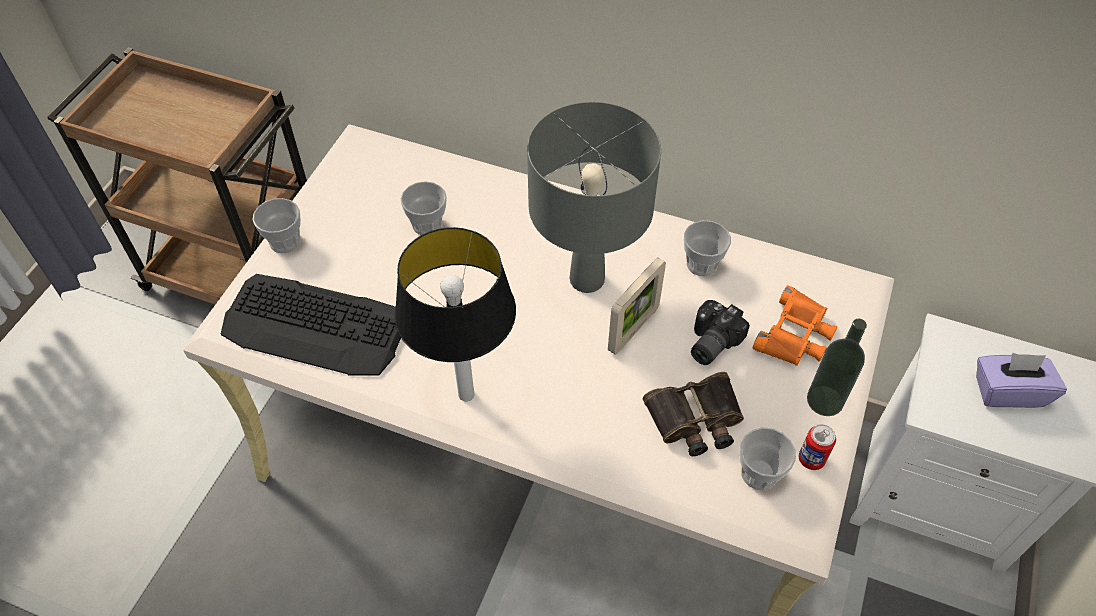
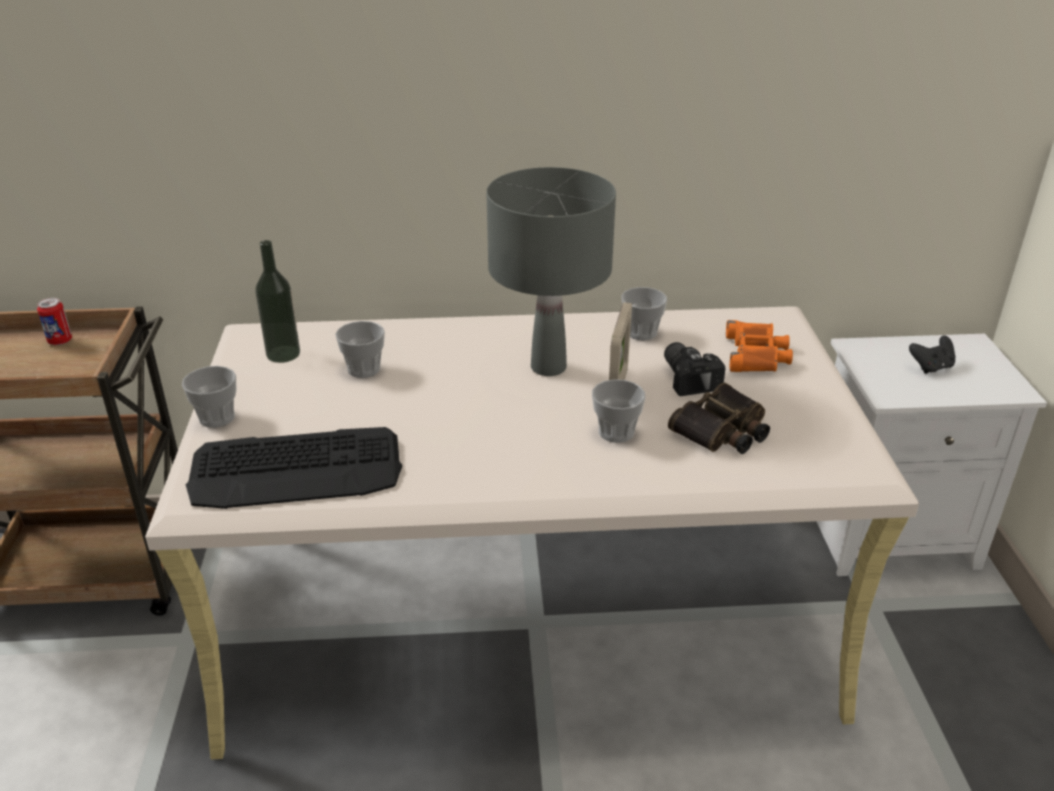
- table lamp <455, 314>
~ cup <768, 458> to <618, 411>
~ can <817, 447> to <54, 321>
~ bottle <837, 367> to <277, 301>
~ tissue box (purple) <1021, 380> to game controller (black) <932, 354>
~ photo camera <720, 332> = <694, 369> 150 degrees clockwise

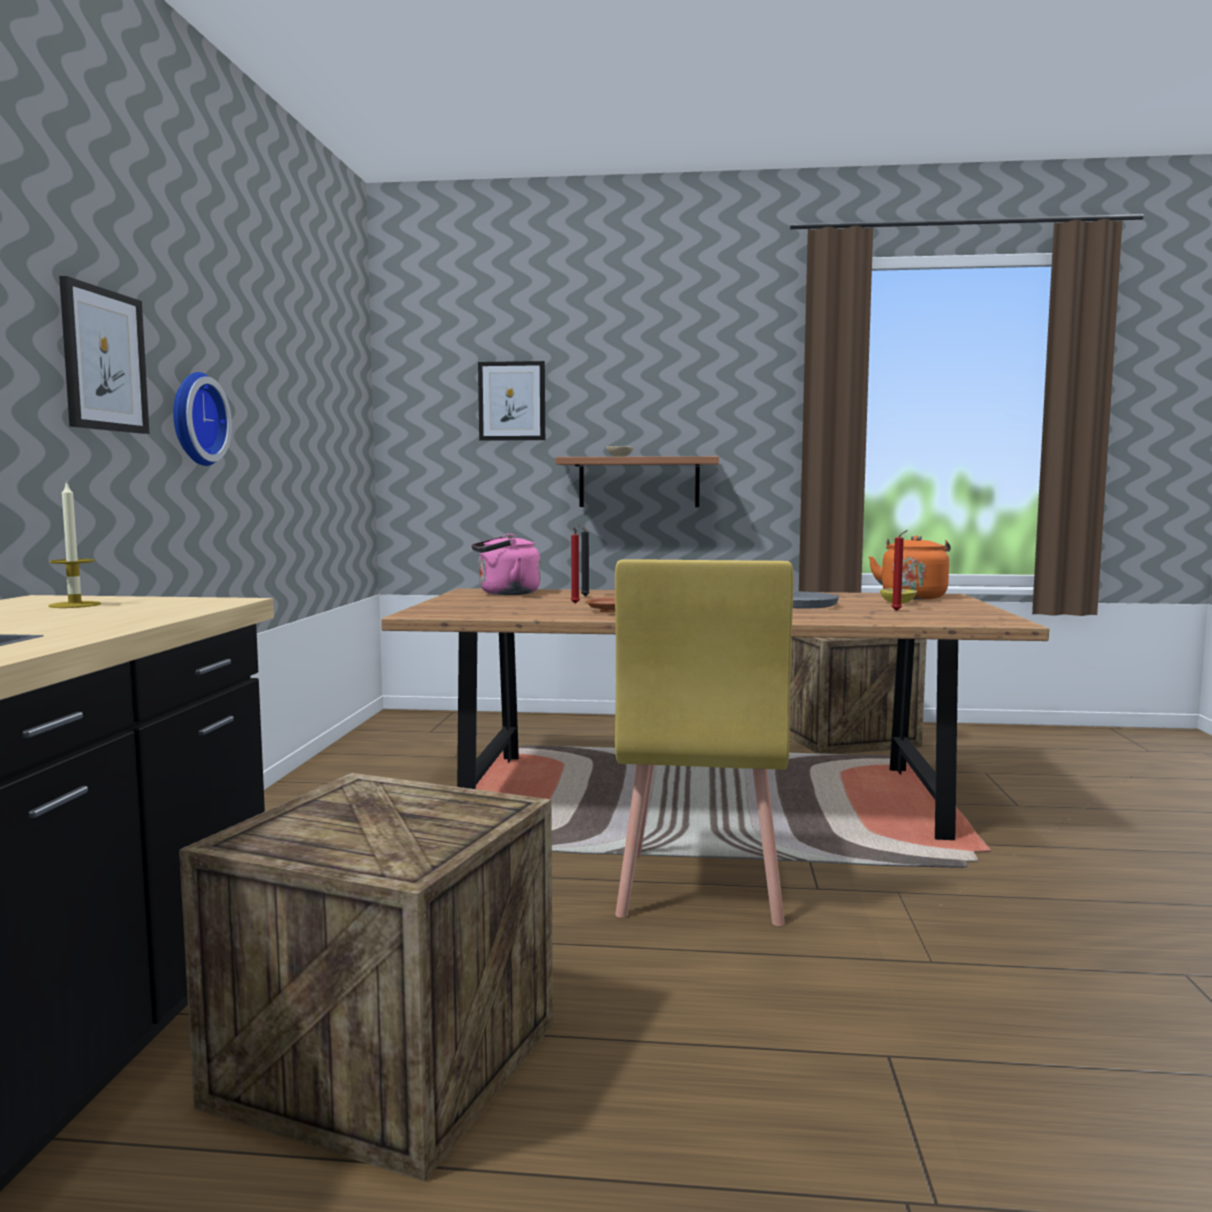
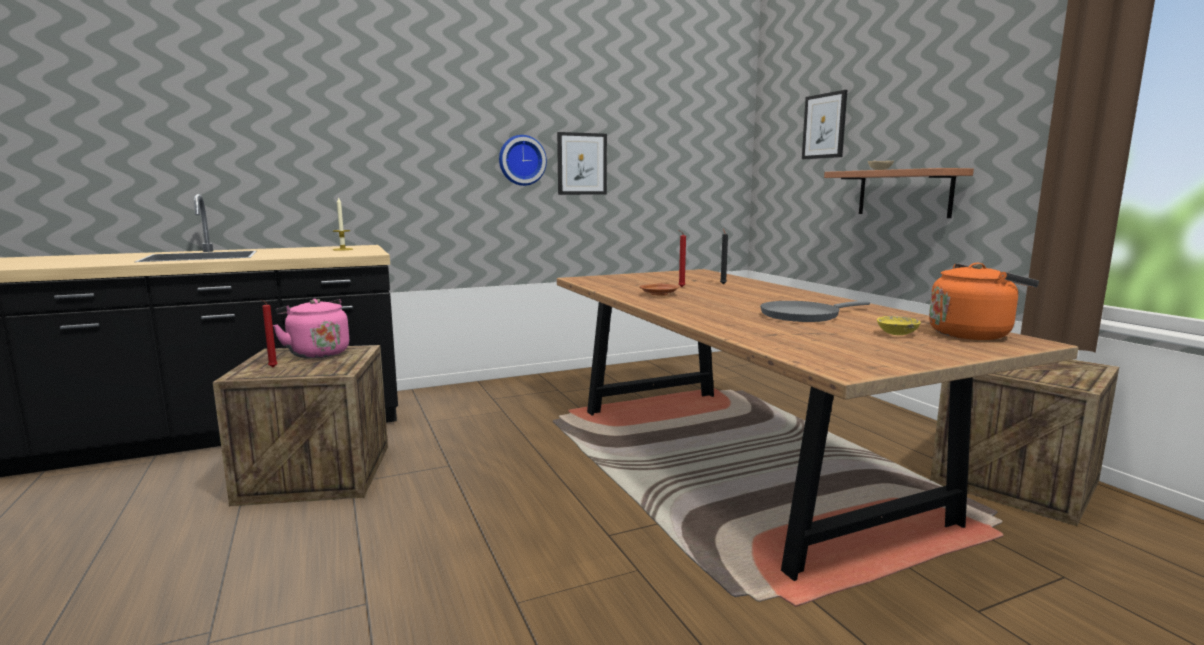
- chair (yellow) <704, 742>
~ picture <104, 355> to <582, 163>
~ kettle (pink) <506, 564> to <311, 328>
~ candle (red) <899, 570> to <269, 334>

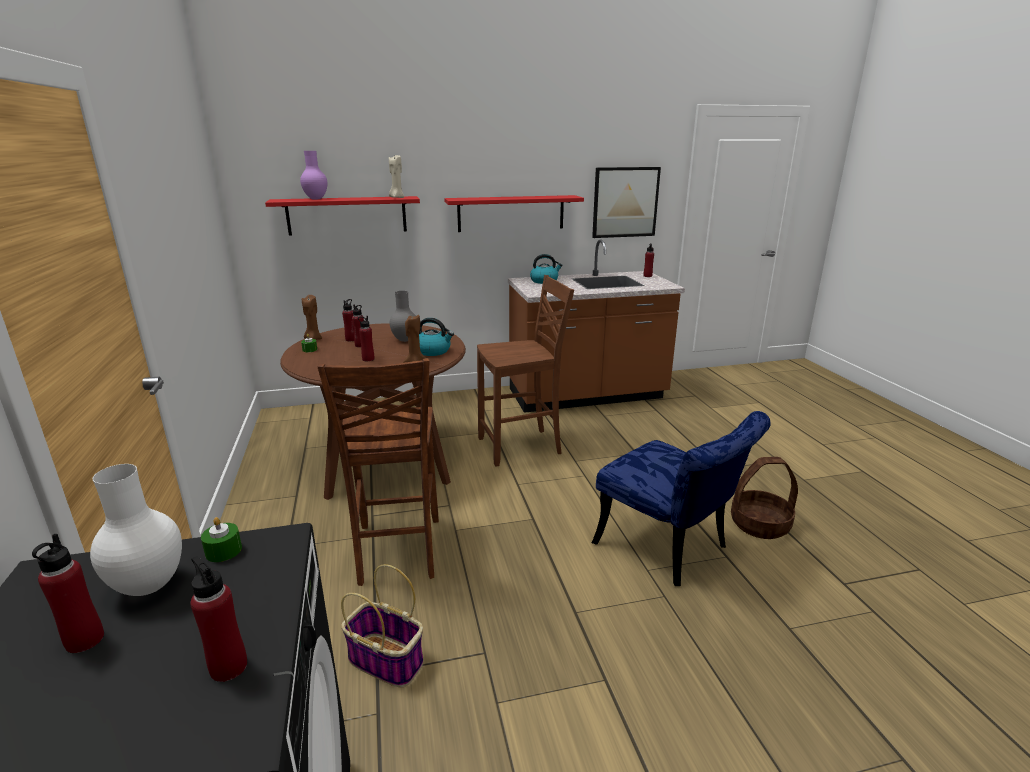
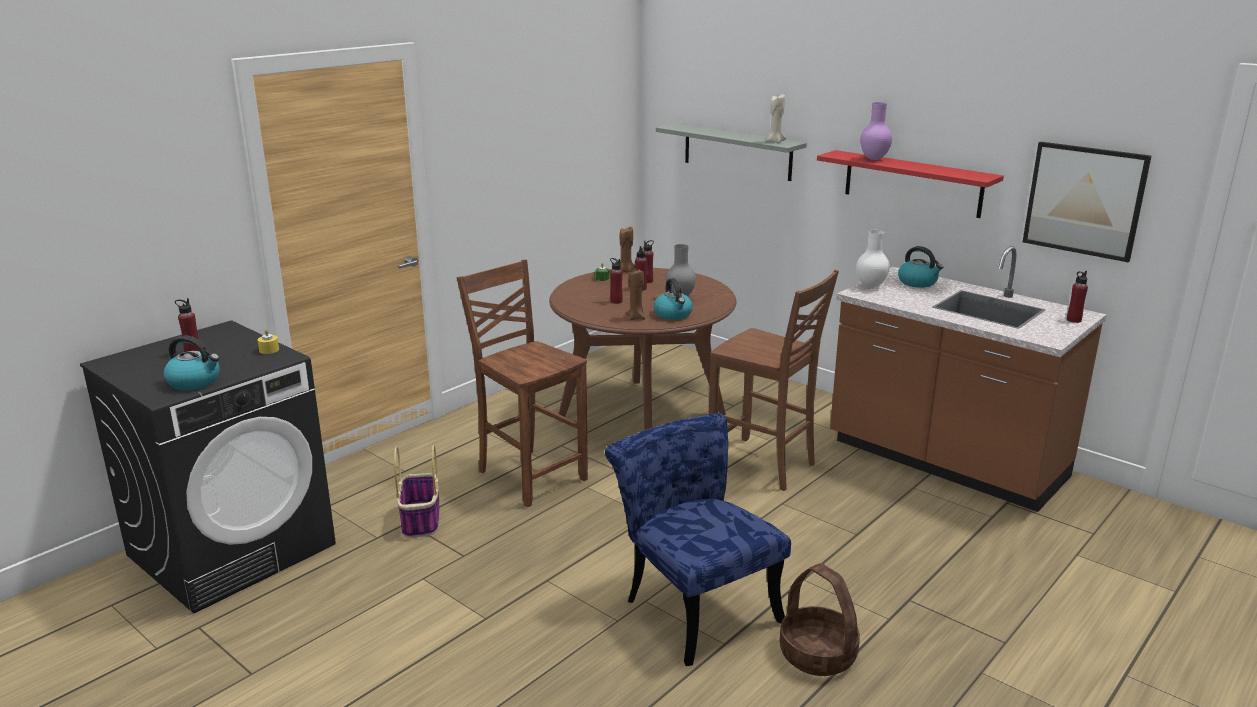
~ vase (white) <136, 530> to <873, 259>
~ vase (purple) <313, 175> to <876, 131>
~ bottle (red) <219, 619> to kettle <192, 362>
~ candle (green) <221, 539> to candle (yellow) <268, 341>
~ shelf (red) <342, 216> to shelf (grey) <731, 152>
~ chair (brown) <378, 472> = <522, 383> 90 degrees clockwise
~ chair (blue) <681, 498> = <698, 539> 135 degrees clockwise

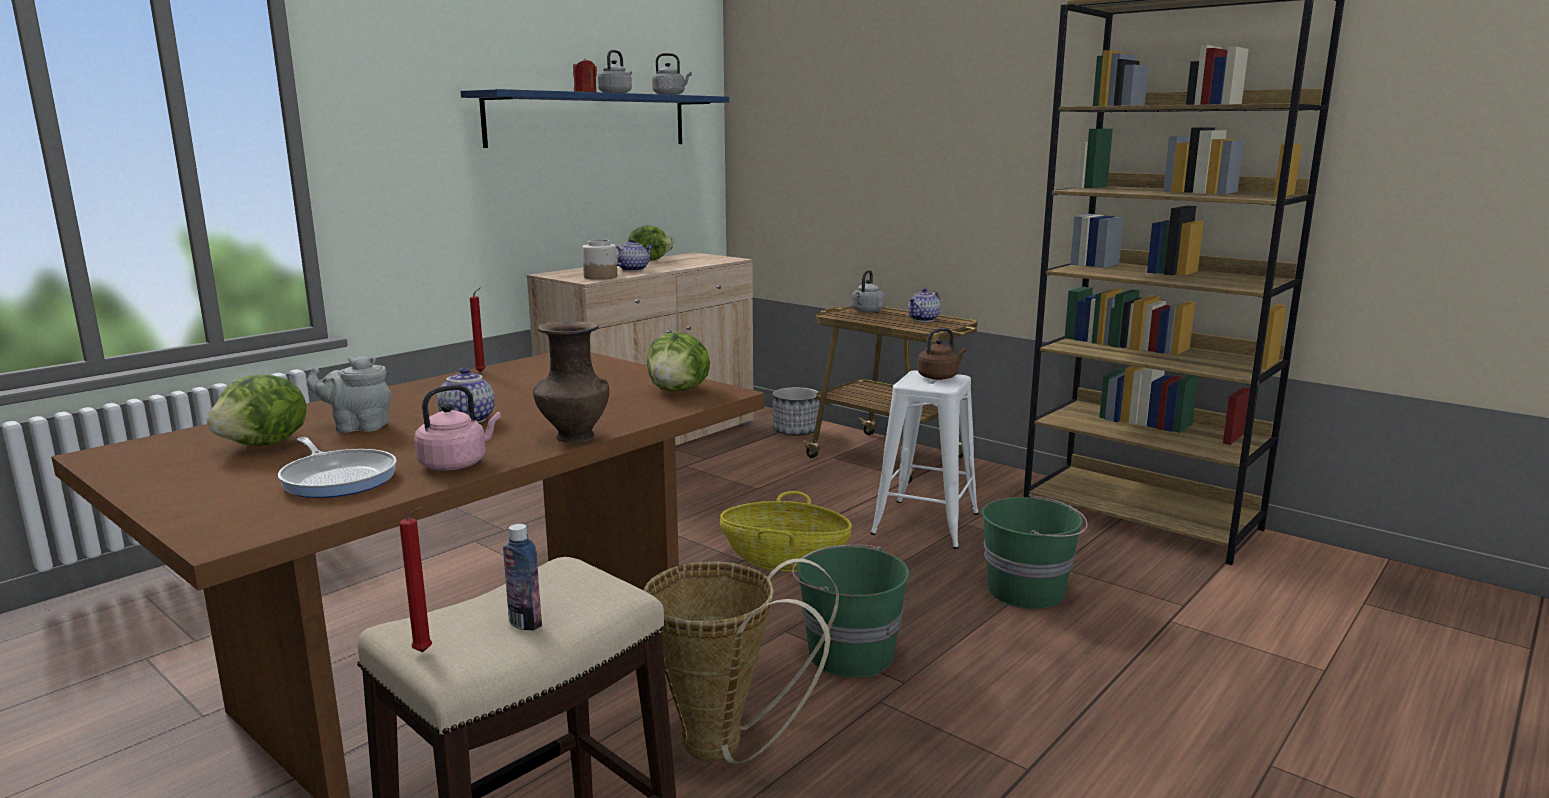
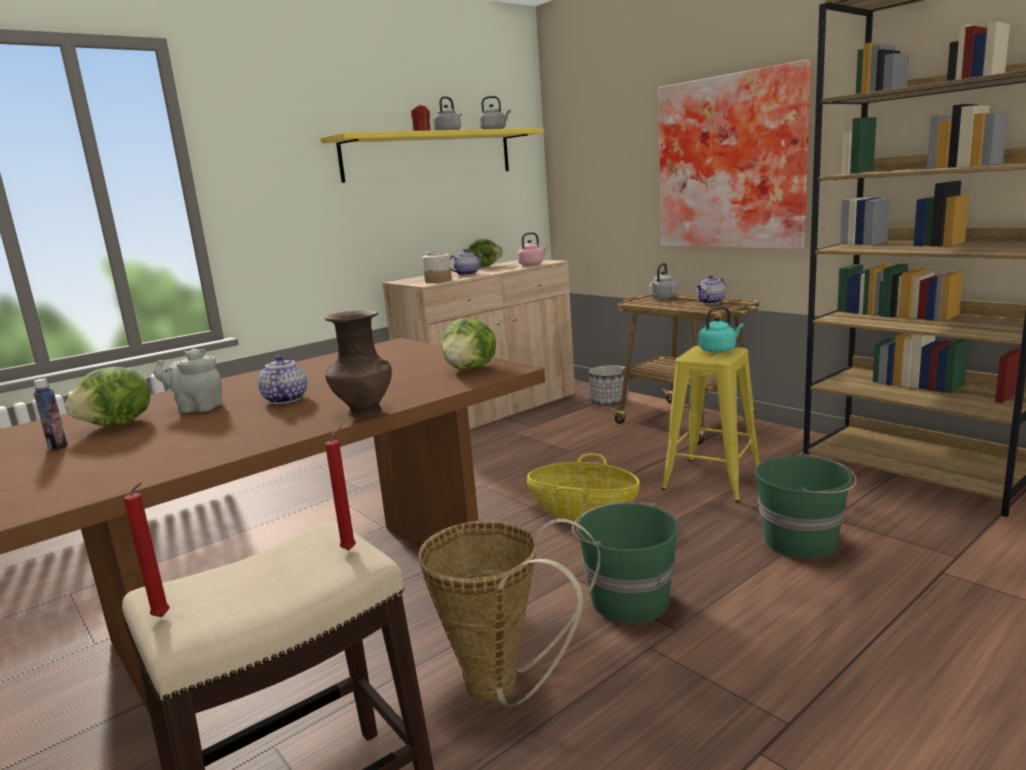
- frying pan <337, 467>
+ picture <734, 154>
~ kettle (pink) <457, 427> to <532, 249>
~ candle (red) <477, 329> to <340, 488>
~ bottle <522, 577> to <50, 414>
~ shelf (blue) <595, 118> to shelf (yellow) <432, 155>
~ stool (white) <924, 459> to stool (yellow) <710, 424>
~ kettle (brown) <942, 354> to kettle (turquoise) <721, 330>

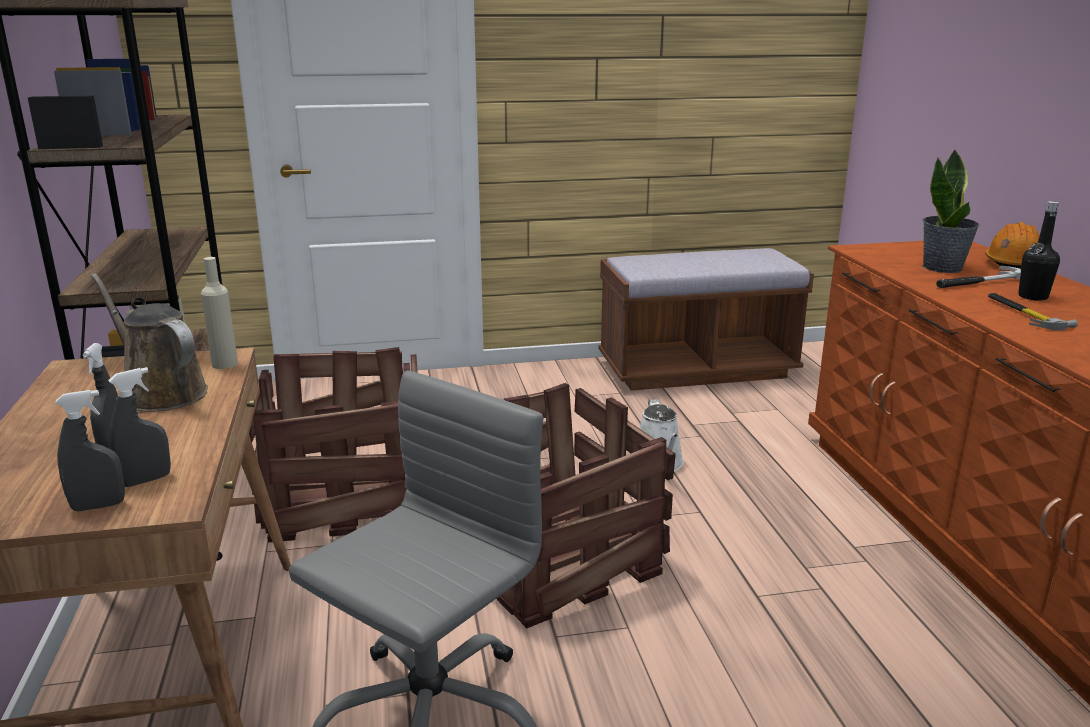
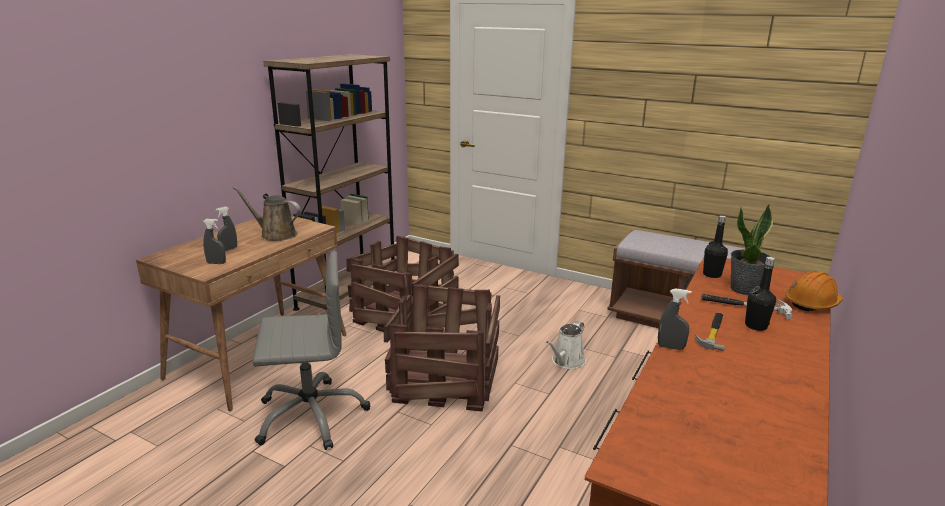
- bottle (beige) <219, 313>
+ bottle (black) <715, 246>
~ spray bottle (grey) <90, 450> to <675, 319>
~ watering can (brown) <149, 342> = <266, 213> 60 degrees counterclockwise

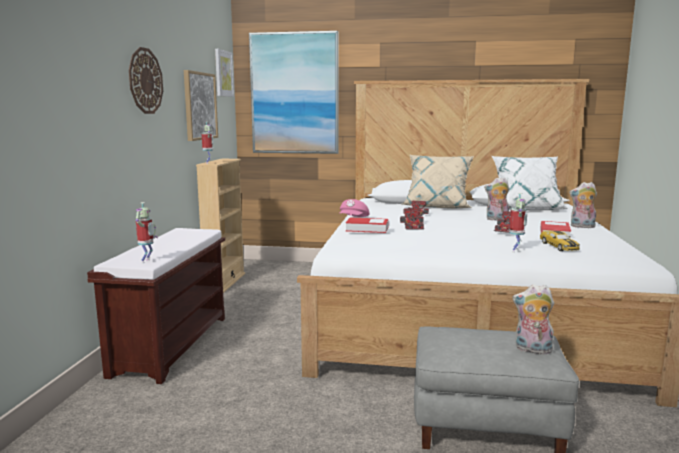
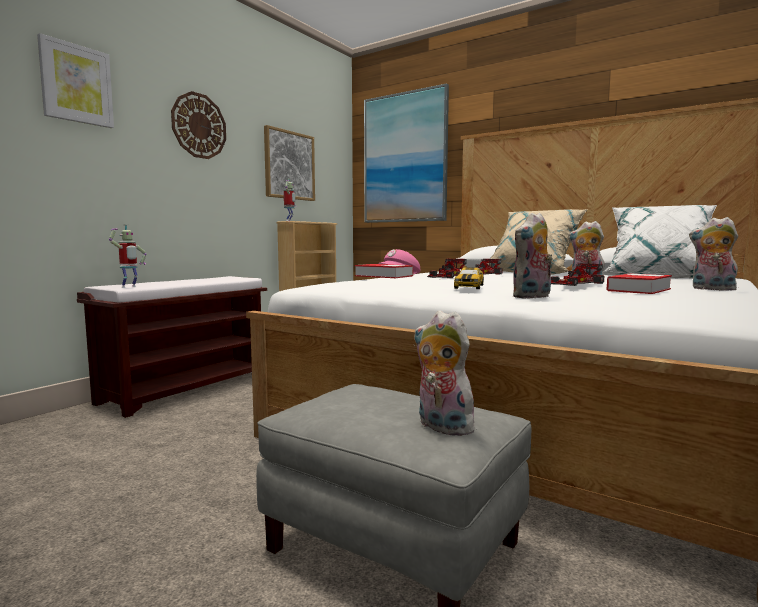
~ picture <224, 73> to <75, 80>
~ toy car <560, 240> to <469, 278>
~ toy robot <518, 223> to plush toy <533, 256>

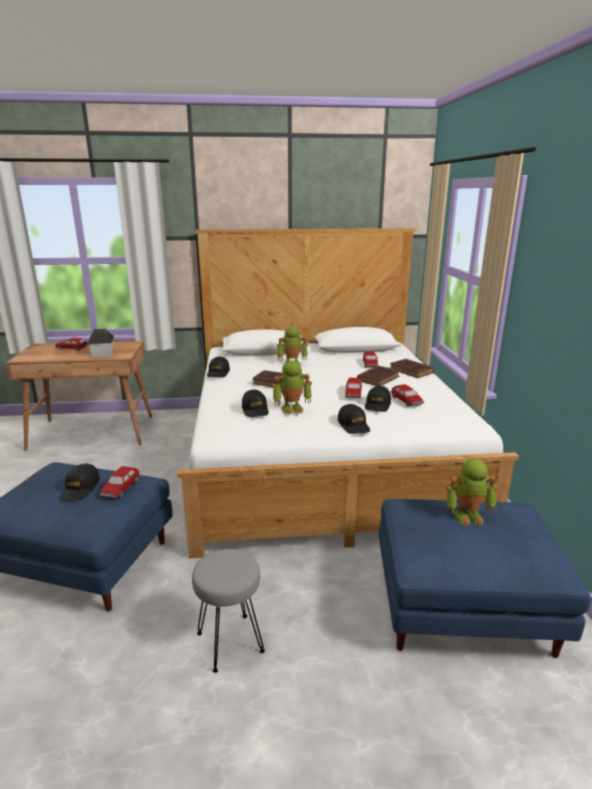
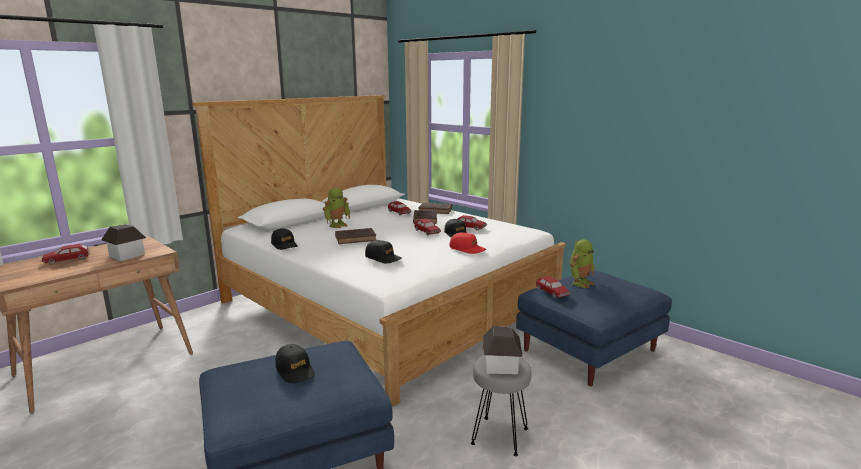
- toy robot <292, 387>
+ toy house <503, 350>
~ toy car <119, 482> to <553, 287>
~ cap (black) <354, 419> to cap (red) <467, 243>

